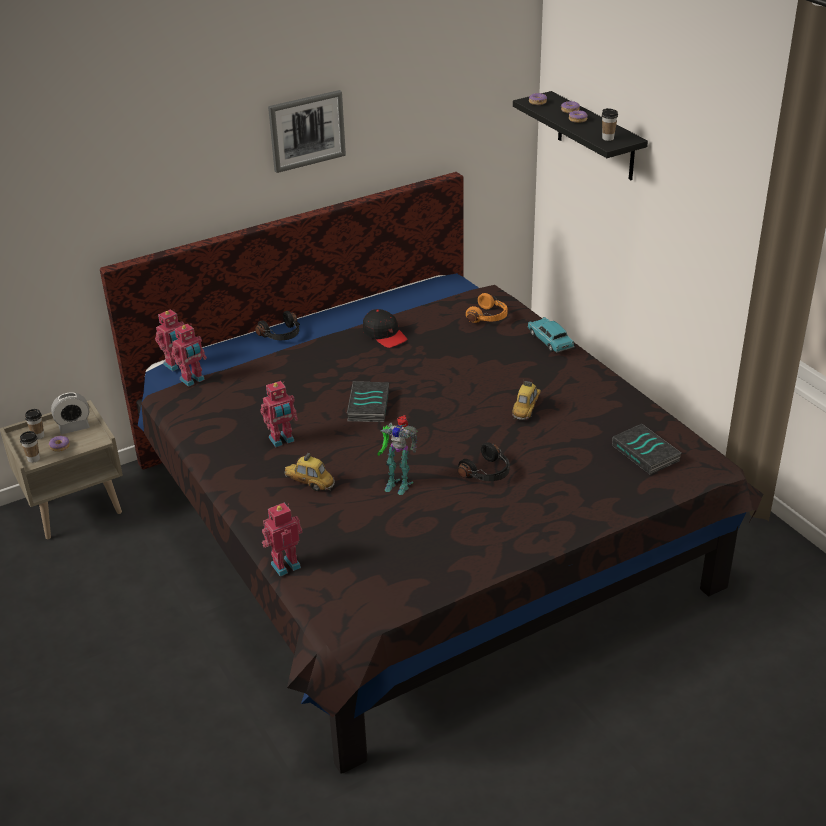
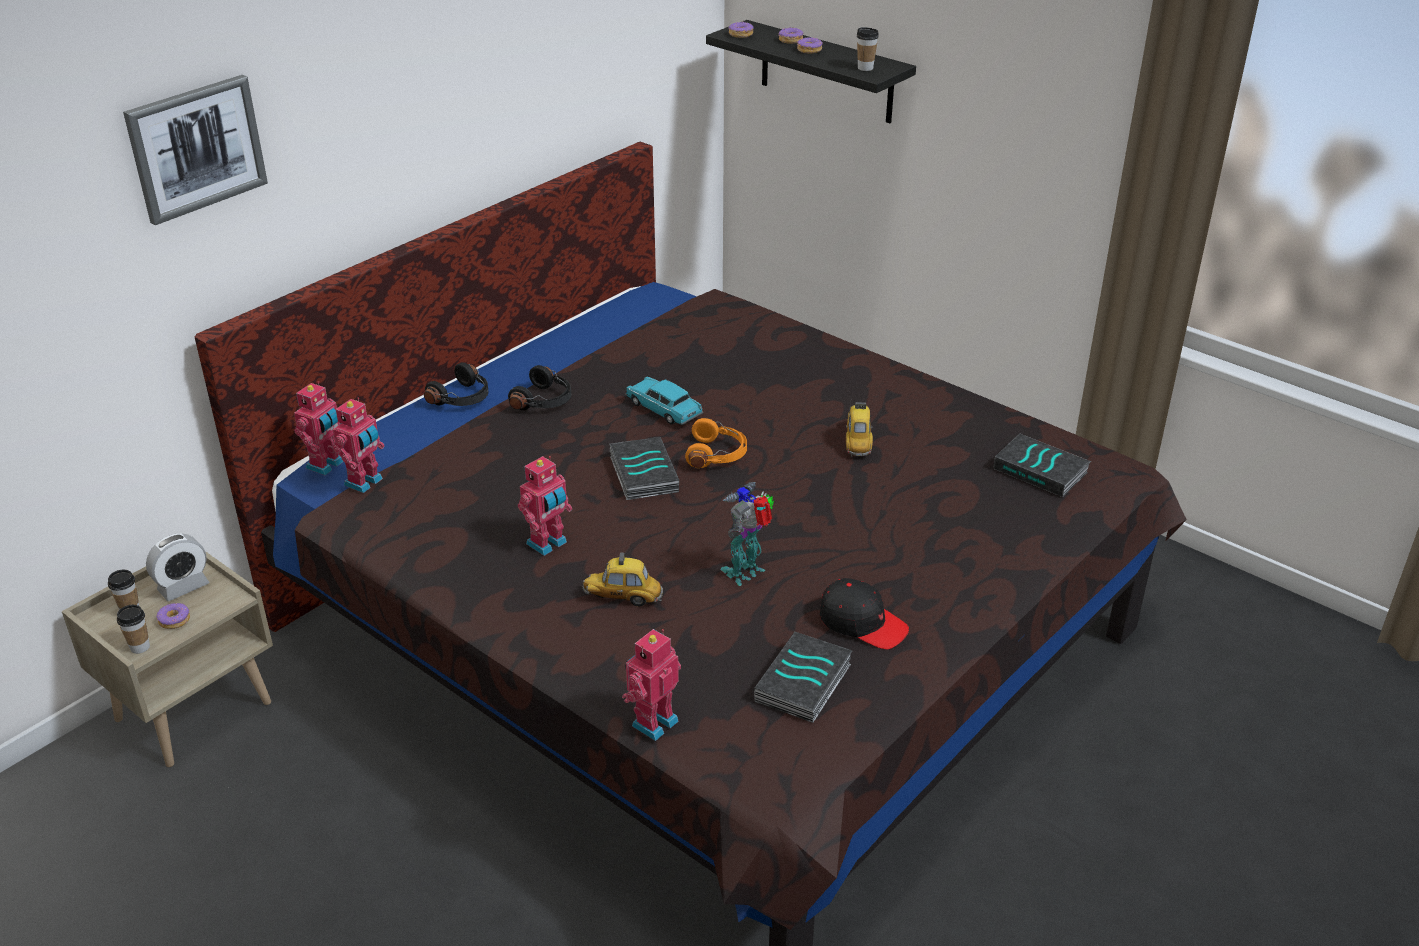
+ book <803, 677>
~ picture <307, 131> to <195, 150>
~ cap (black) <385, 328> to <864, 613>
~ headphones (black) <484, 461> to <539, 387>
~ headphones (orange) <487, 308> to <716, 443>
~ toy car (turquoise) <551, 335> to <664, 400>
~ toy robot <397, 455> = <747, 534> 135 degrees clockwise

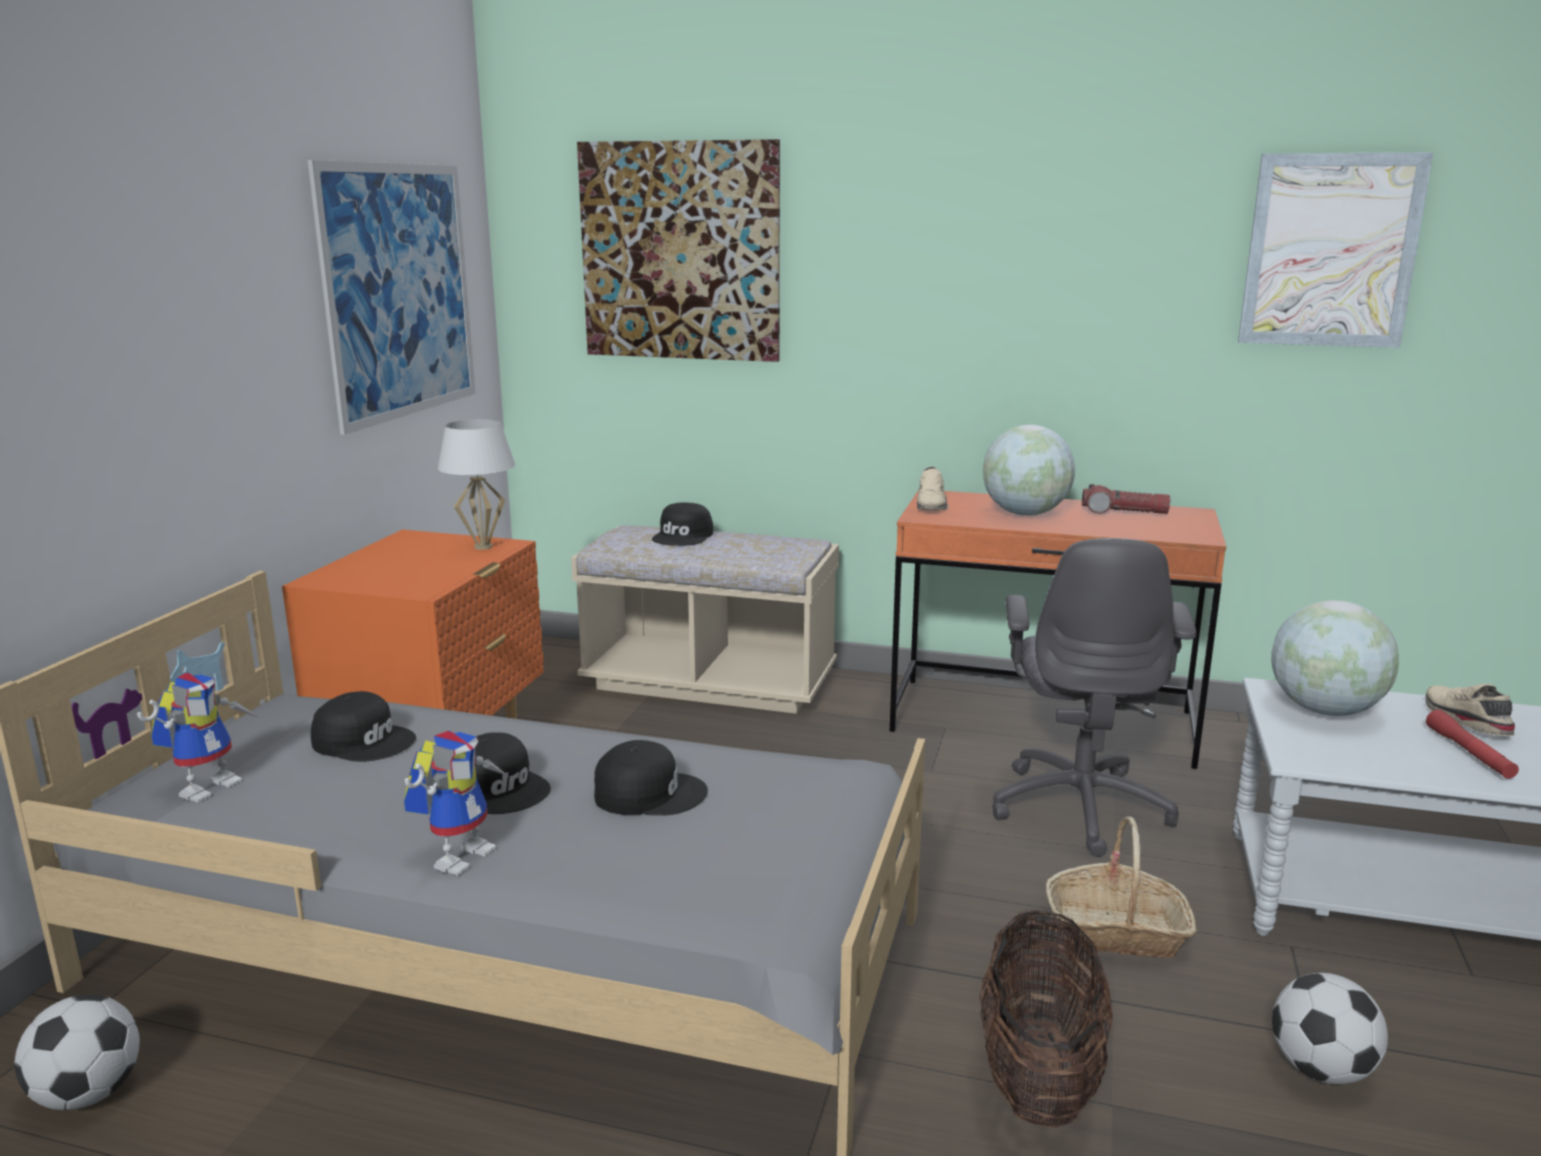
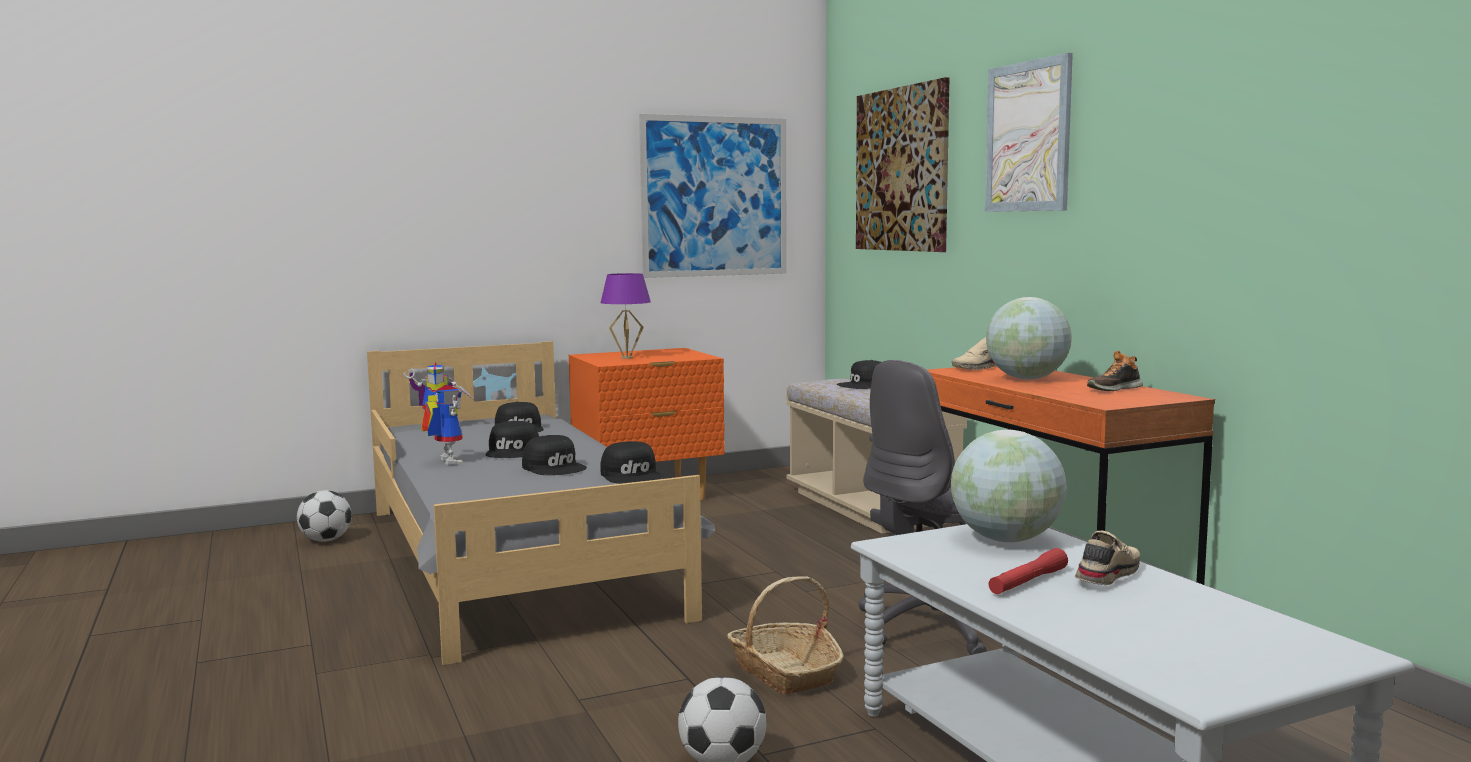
- table lamp (white) <476, 484>
- basket <1046, 1018>
+ cap (black) <631, 462>
+ table lamp (purple) <626, 316>
~ picture <1335, 250> to <1029, 132>
~ flashlight <1126, 499> to shoe <1115, 371>
~ toy robot <456, 803> = <442, 425> 105 degrees counterclockwise

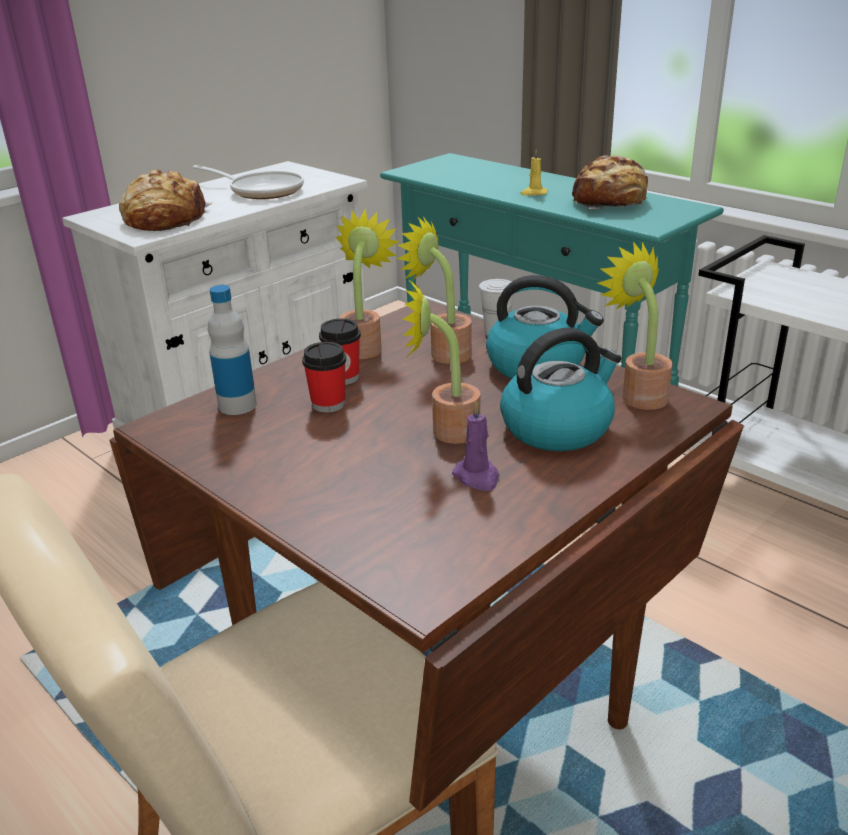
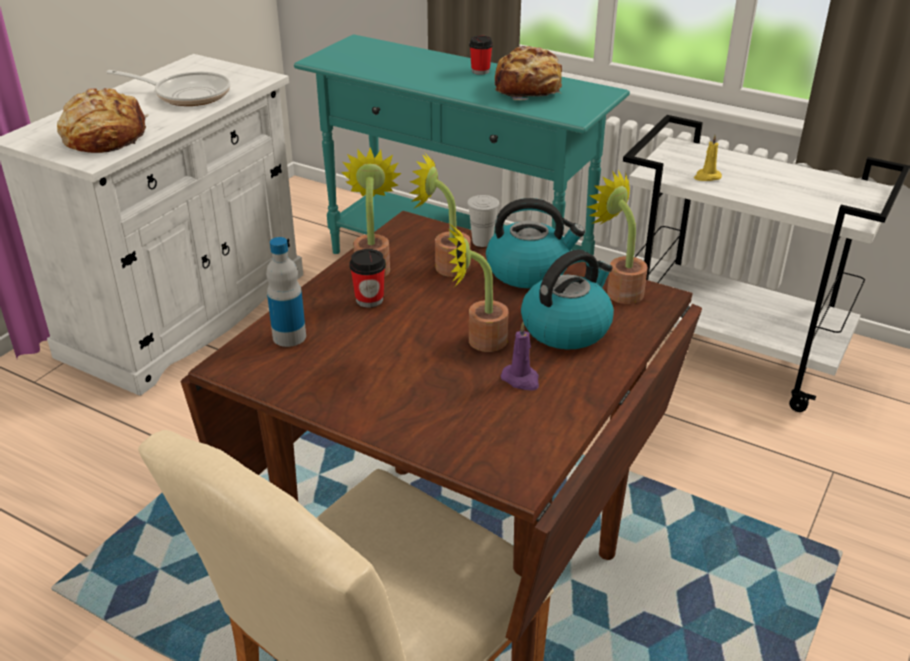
~ cup <324, 377> to <481, 55>
~ candle (yellow) <534, 172> to <708, 158>

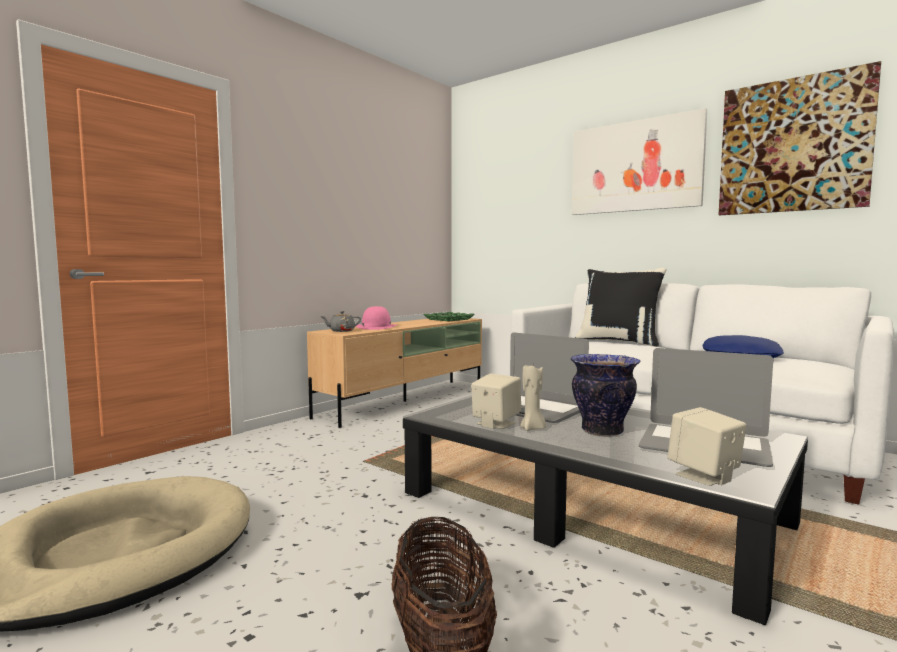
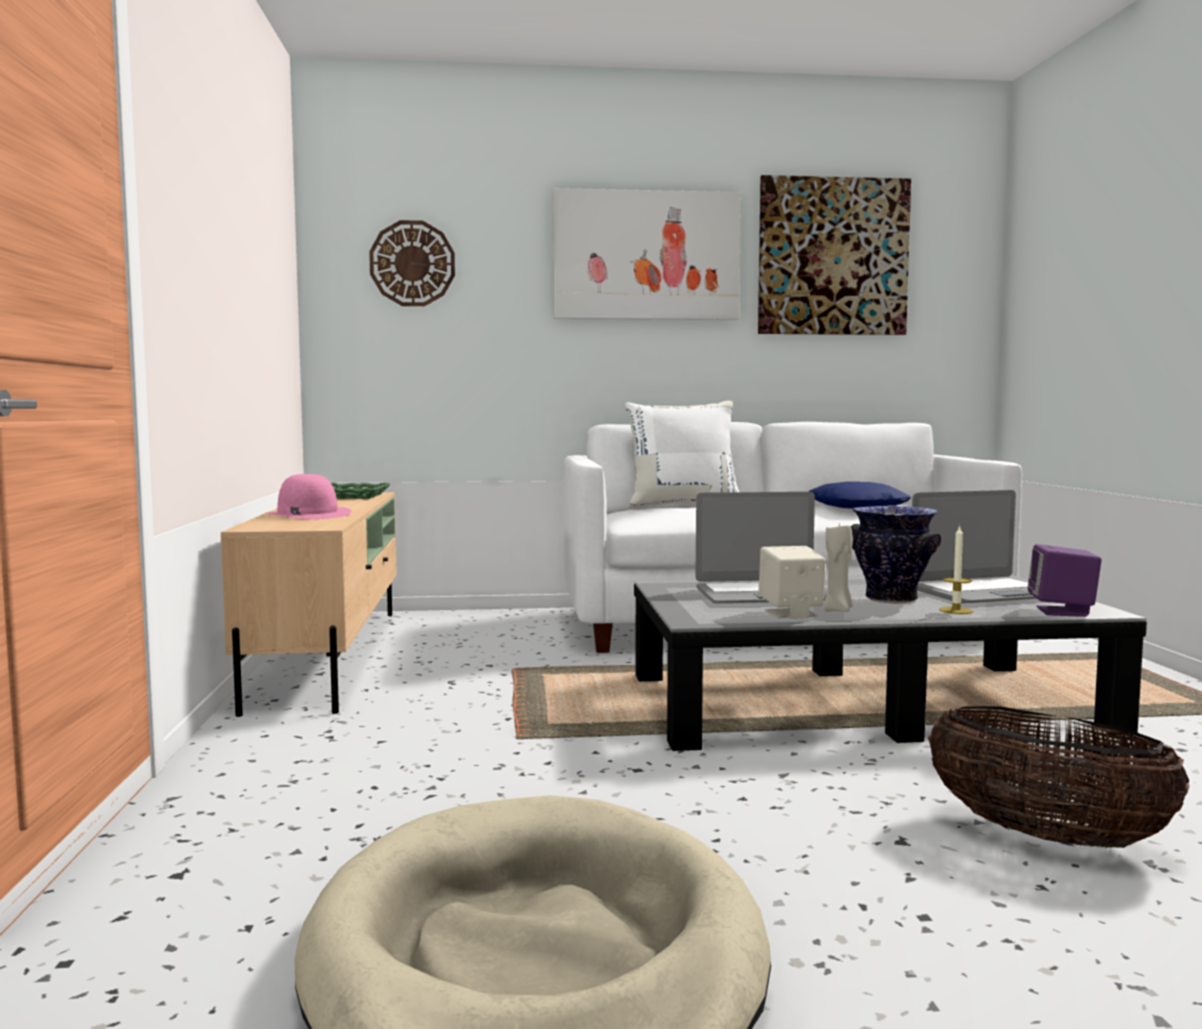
- teapot (grey) <340, 321>
+ wall clock <412, 263>
+ candle <956, 569>
~ pillow (black) <620, 307> to pillow (white) <682, 454>
~ speaker (beige) <706, 446> to speaker (purple) <1064, 580>

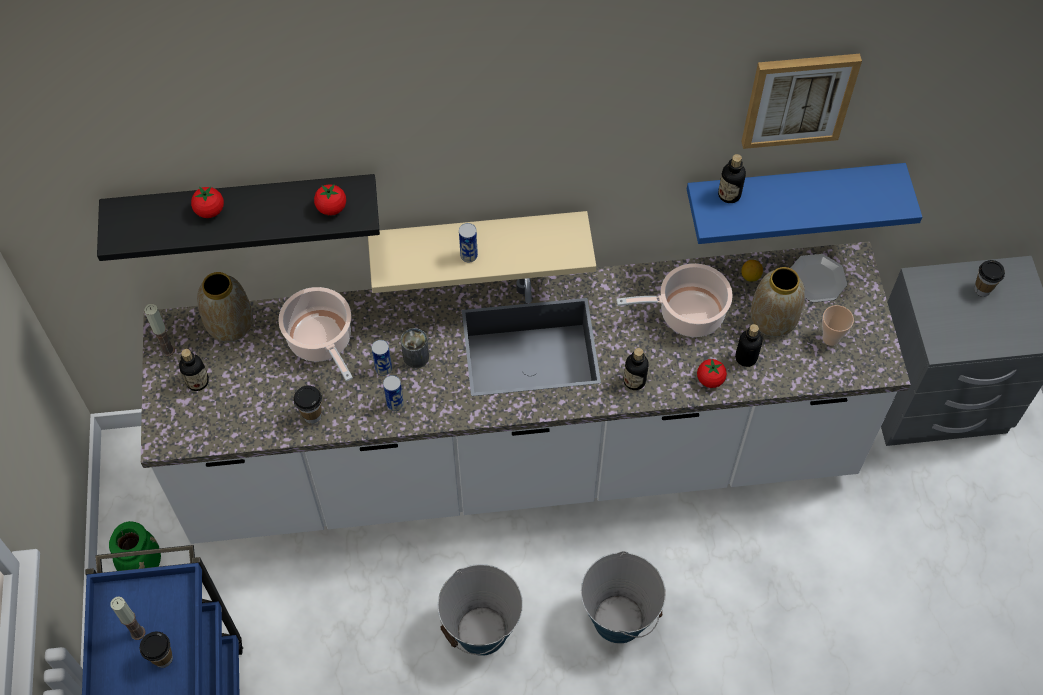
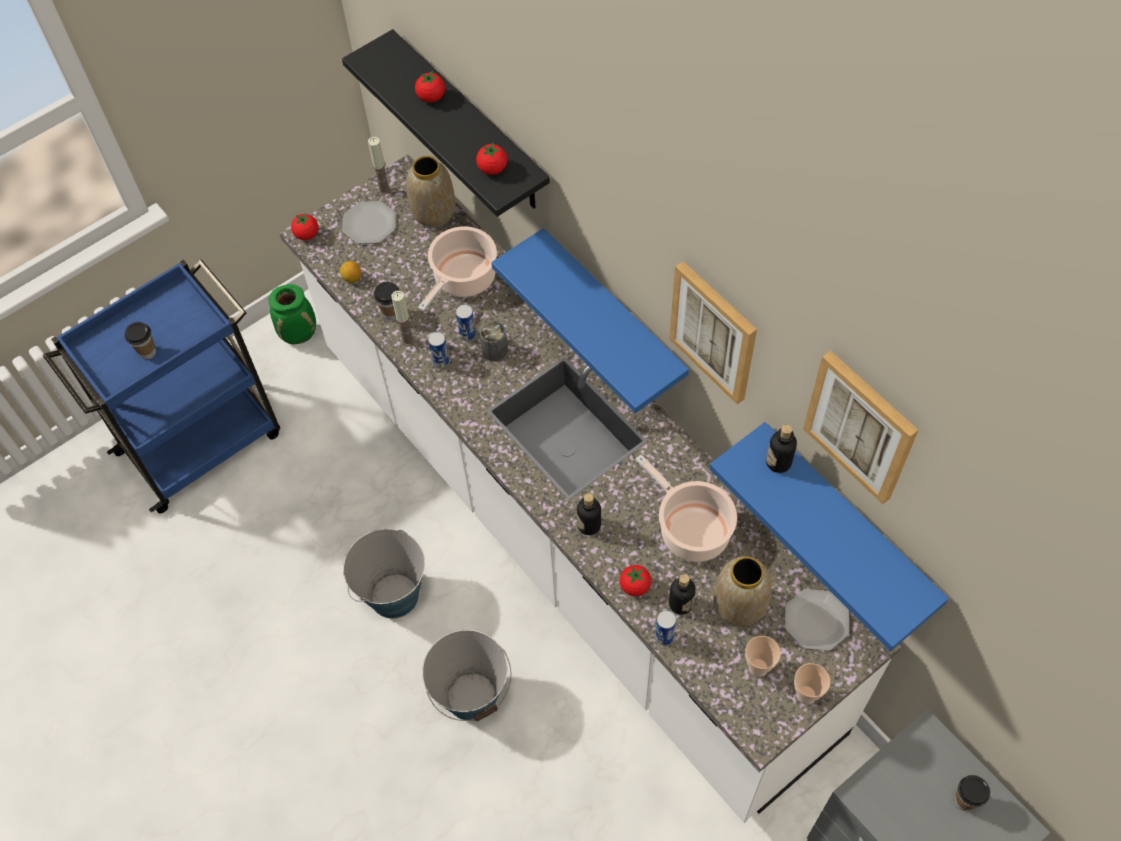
+ tomato <304, 226>
+ picture <713, 332>
+ cup <812, 684>
~ candle <128, 618> to <402, 318>
~ can <468, 243> to <665, 628>
~ lemon <752, 271> to <350, 272>
~ bottle <194, 370> to plate <369, 222>
~ shelf (beige) <482, 252> to shelf (blue) <590, 320>

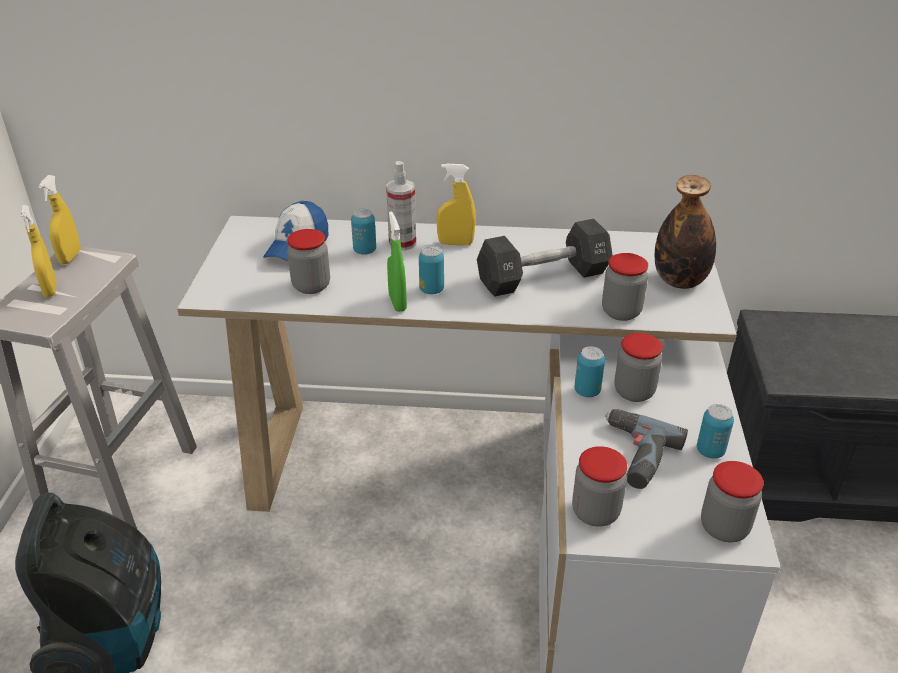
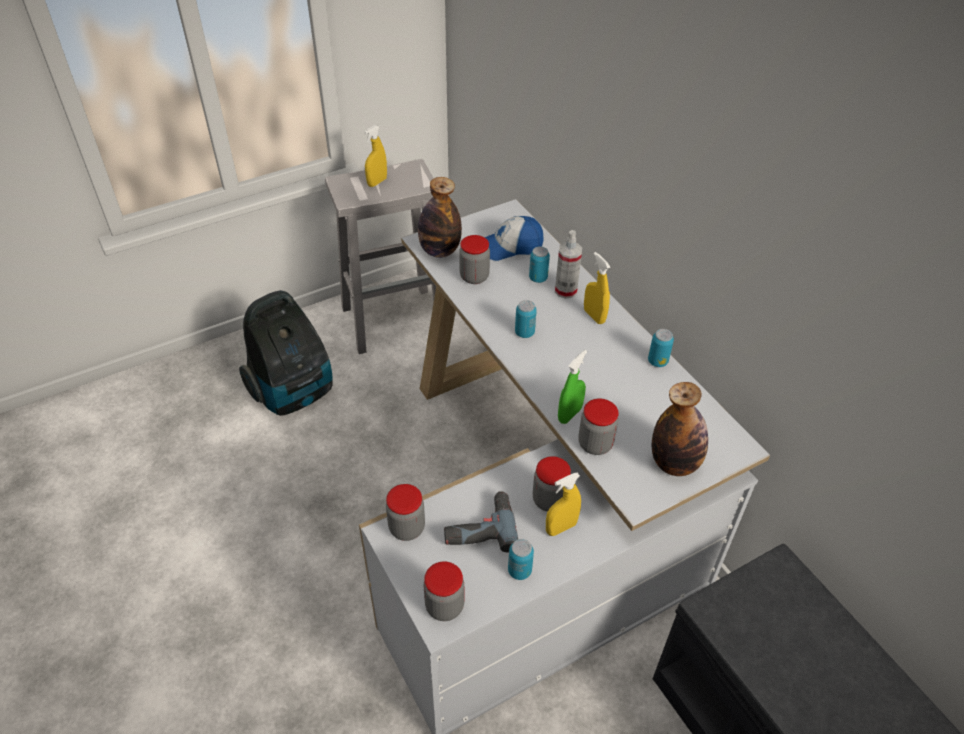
- dumbbell (black) <544, 258>
+ bottle <440, 217>
~ spray bottle (yellow) <59, 219> to <563, 504>
~ spray bottle (green) <397, 261> to <572, 387>
~ can <589, 371> to <661, 348>

